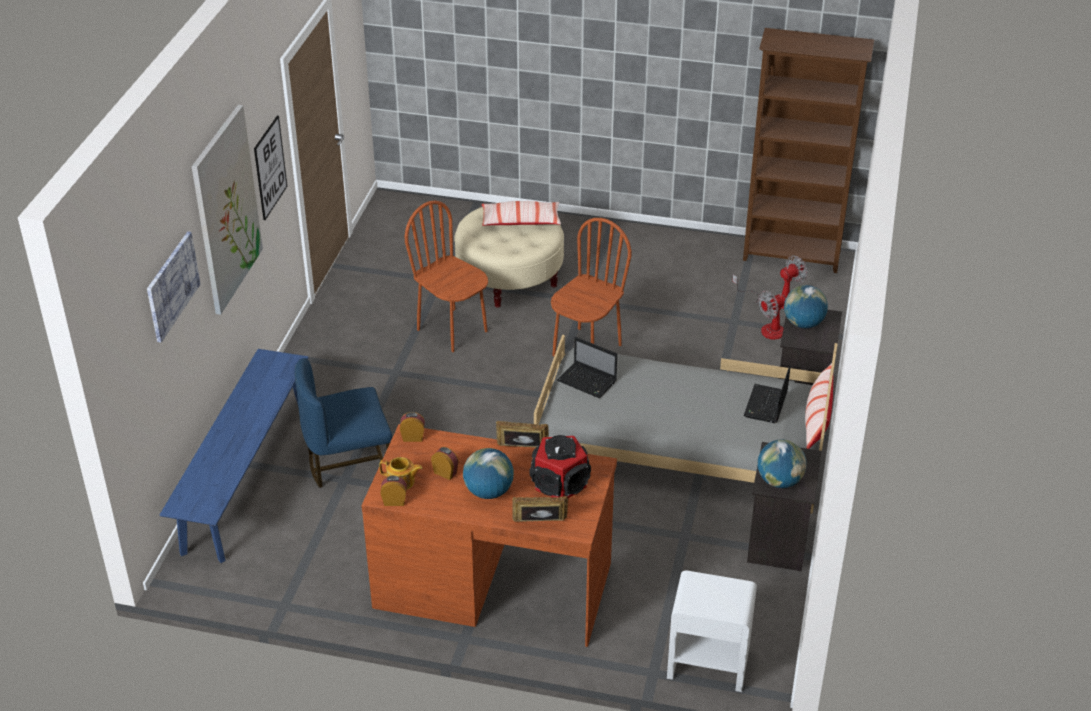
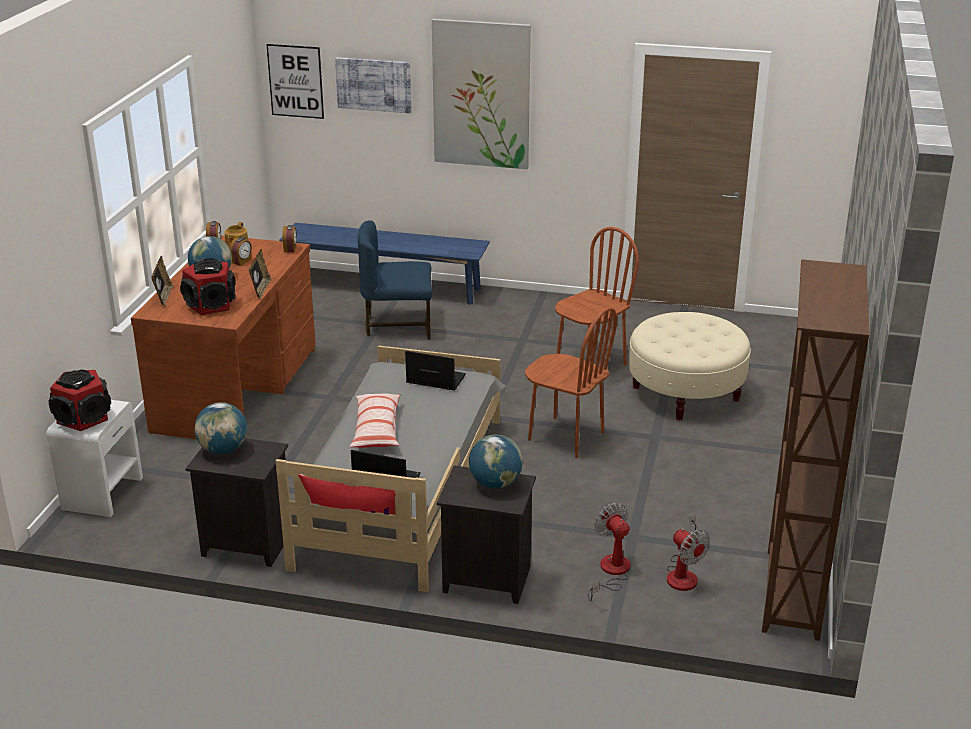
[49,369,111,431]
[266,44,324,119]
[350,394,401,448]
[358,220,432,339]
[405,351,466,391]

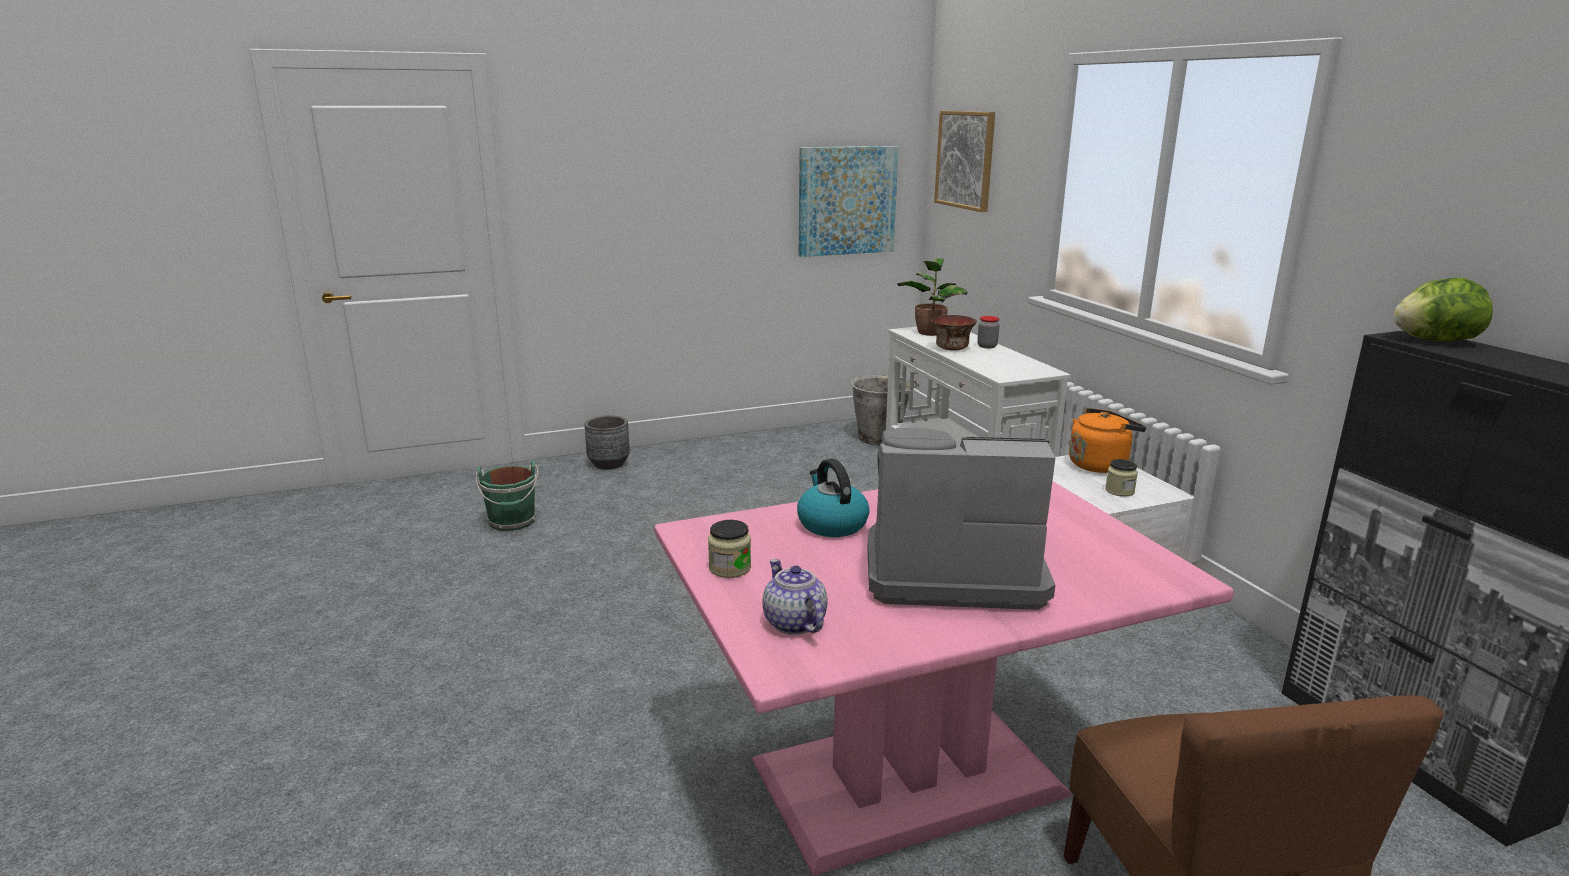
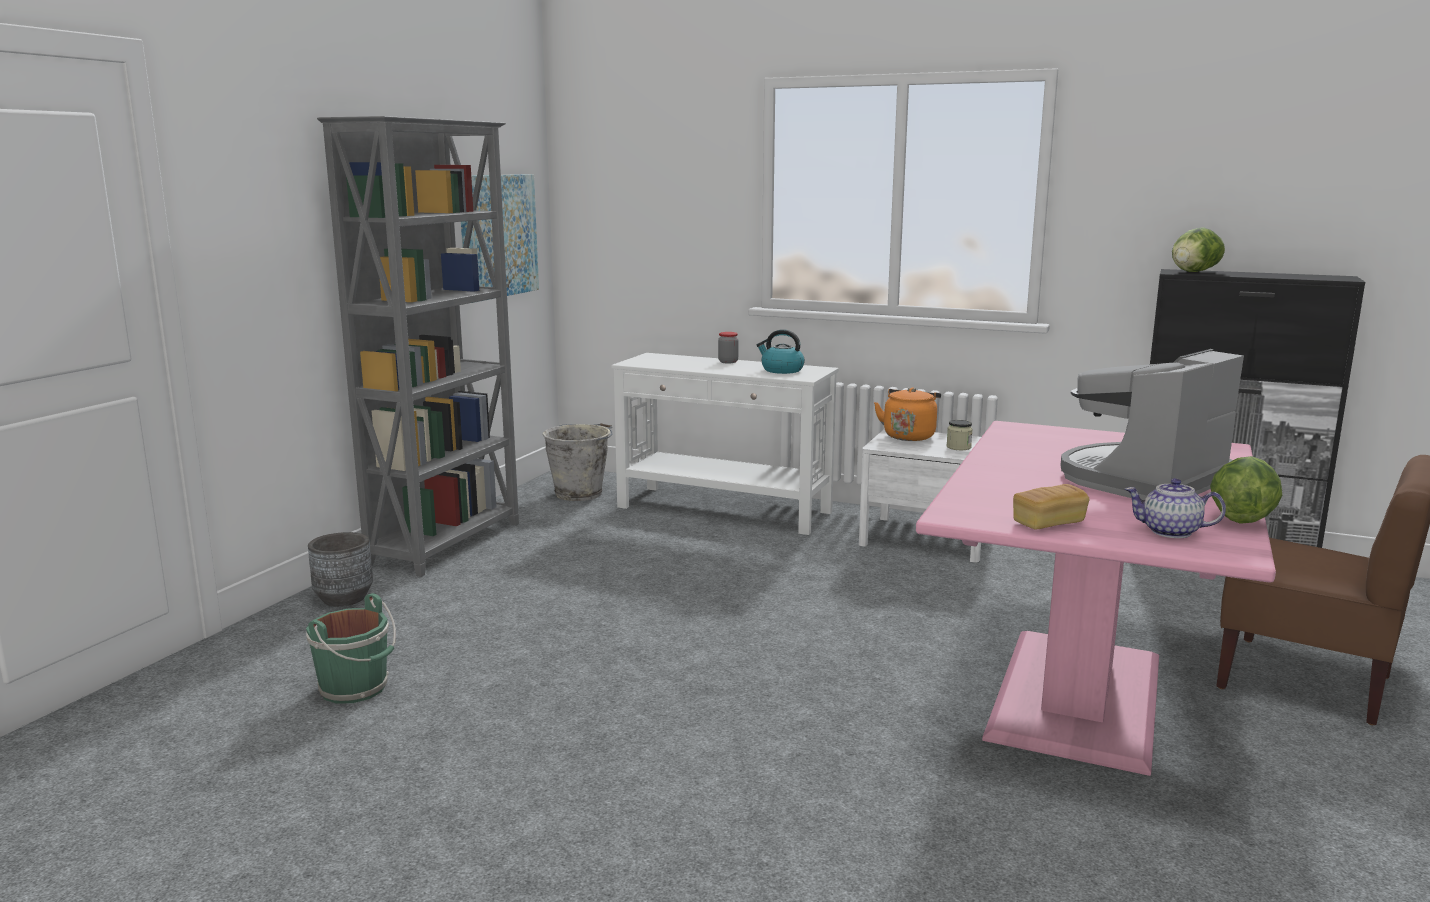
[317,116,519,577]
[756,329,805,374]
[1013,484,1089,529]
[1210,456,1282,524]
[897,258,968,336] (first image)
[931,315,977,351] (first image)
[934,111,995,212] (first image)

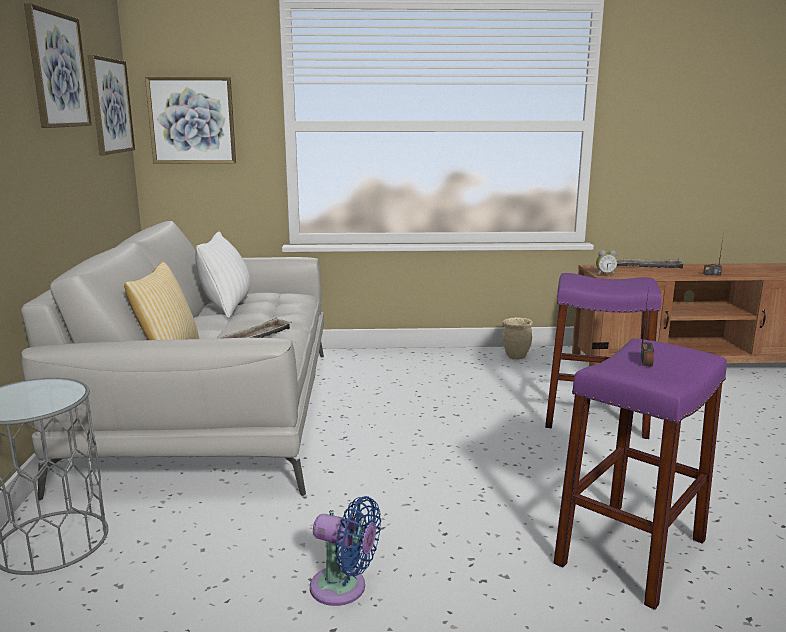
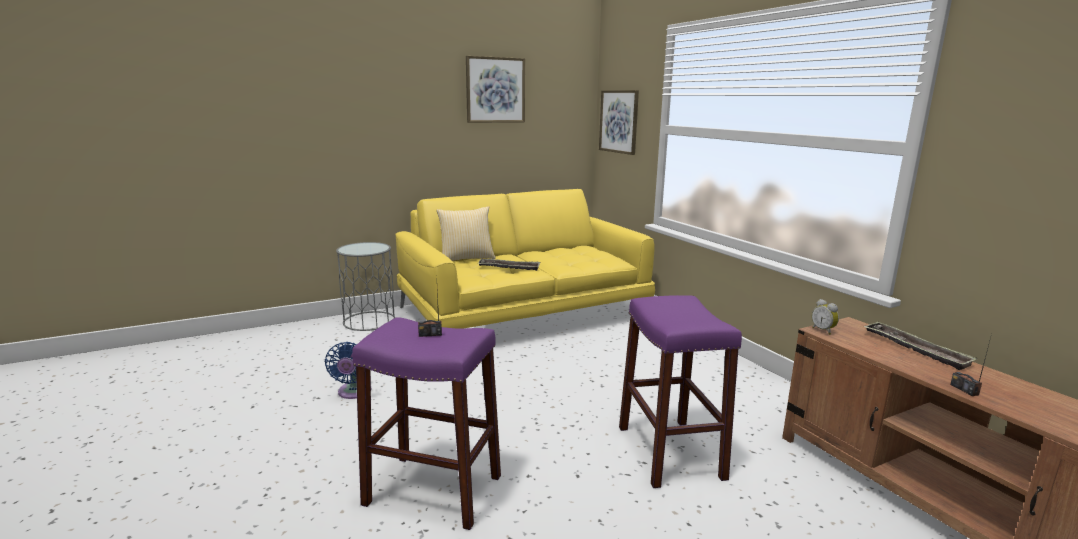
[395,189,655,329]
[88,55,135,155] (first image)
[195,232,250,318] (first image)
[502,317,533,359] (first image)

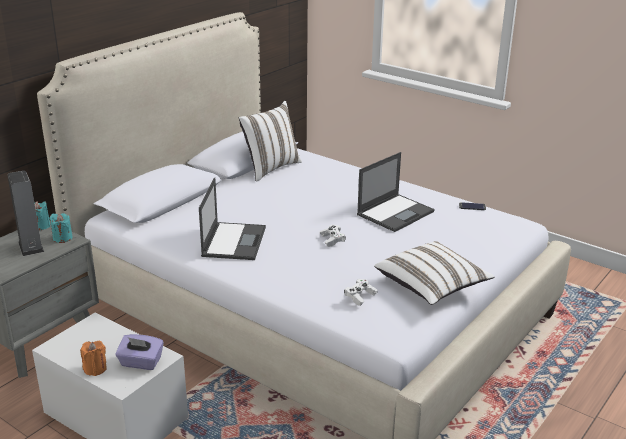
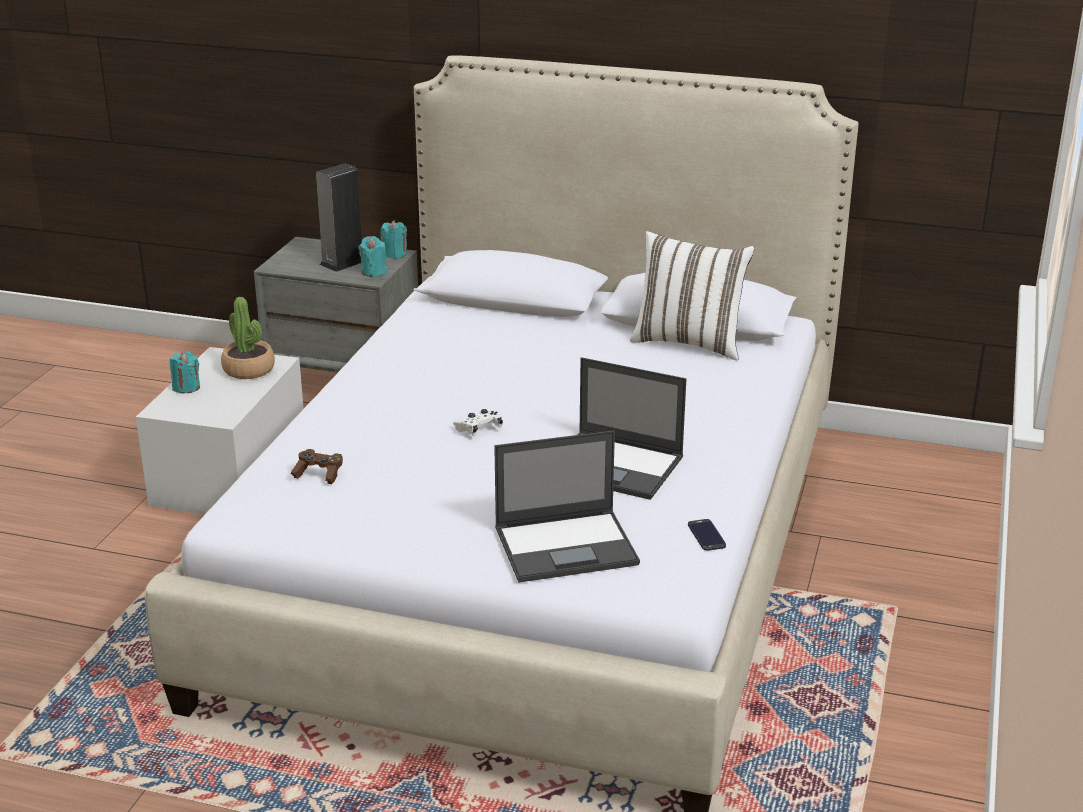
[170,352,200,393]
[221,297,275,379]
[291,449,343,484]
[494,430,640,583]
[115,334,164,370] (first image)
[374,241,495,305] (first image)

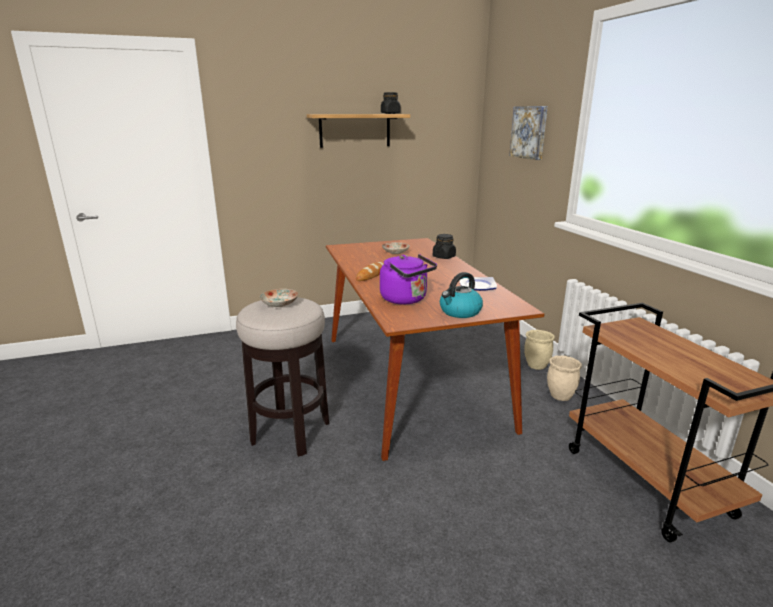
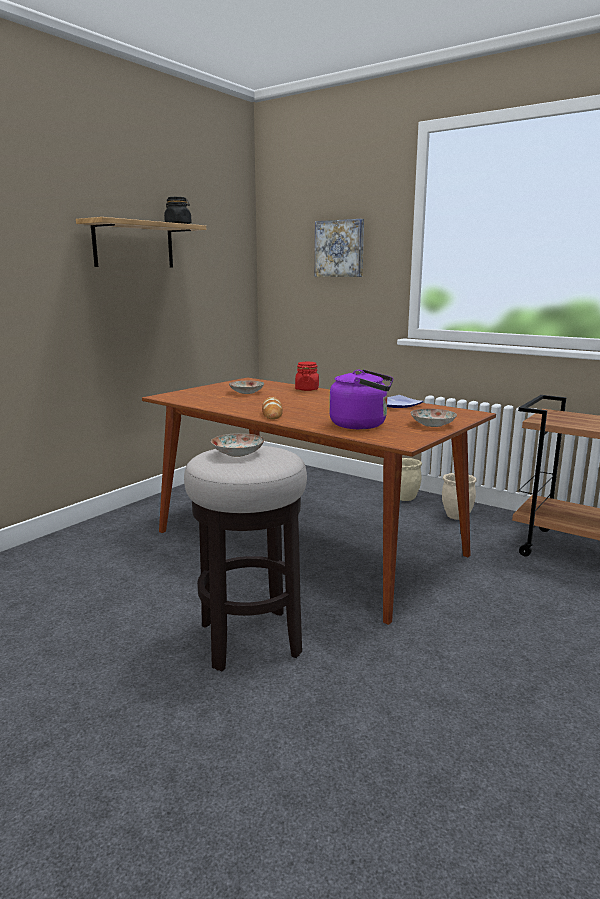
[295,362,319,391]
[410,409,457,427]

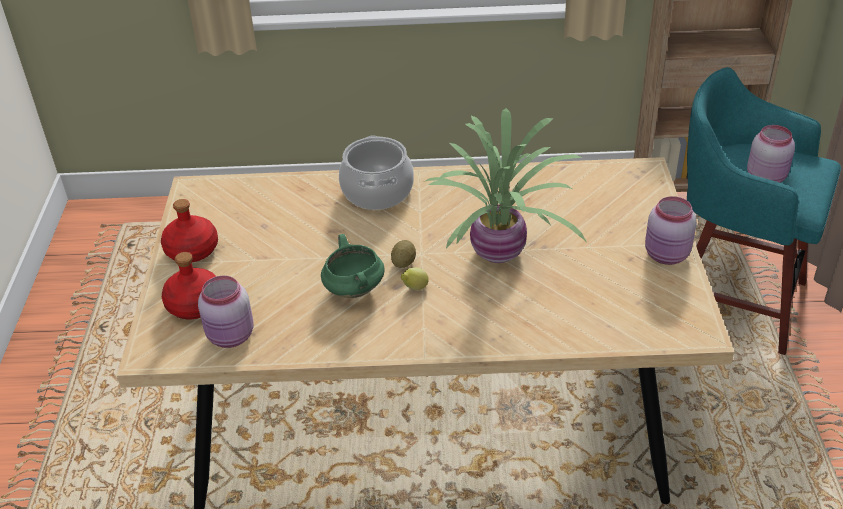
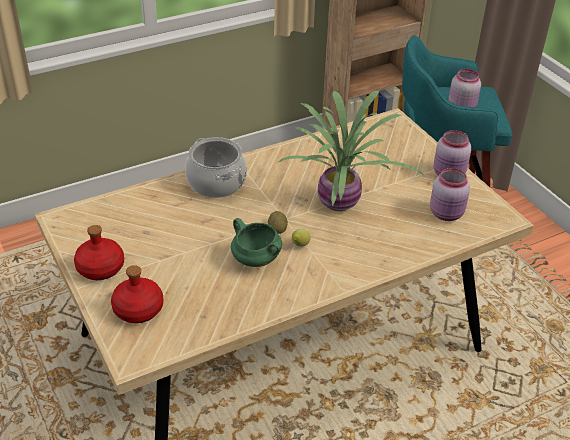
[430,168,470,221]

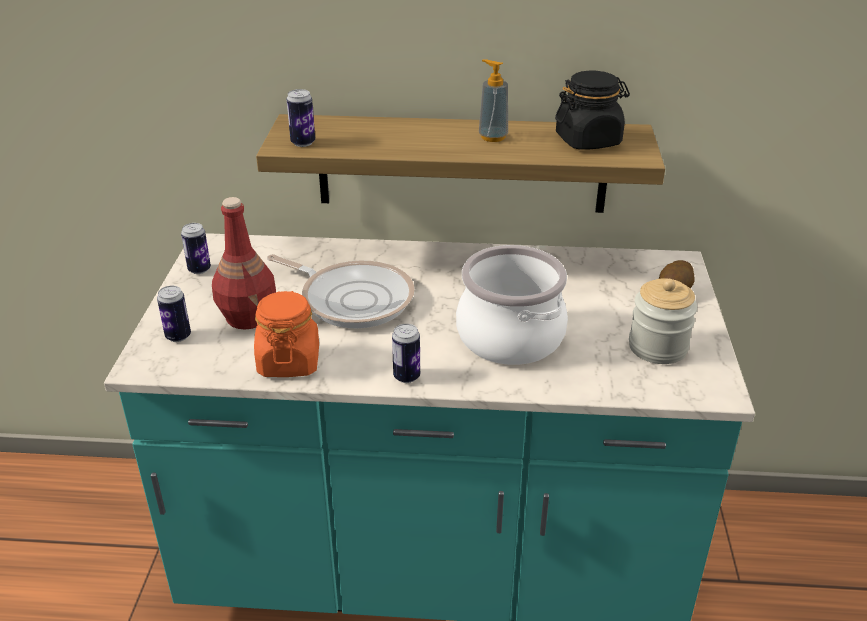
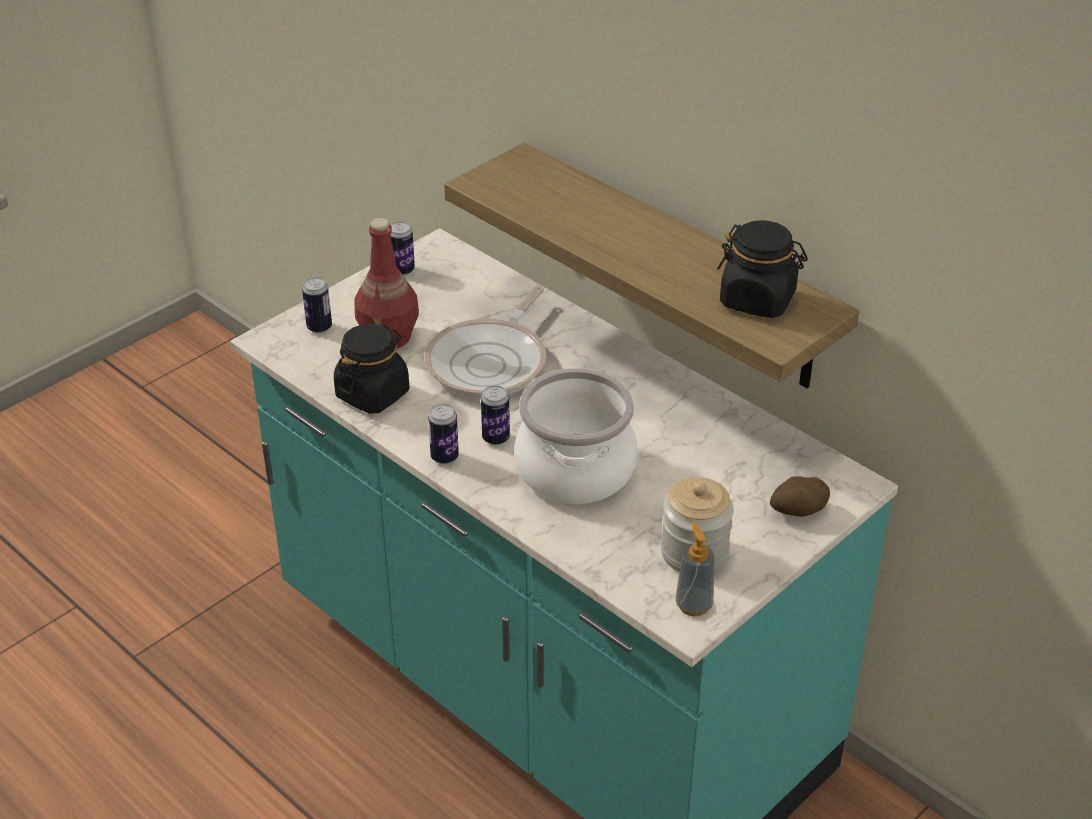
[334,324,409,414]
[424,286,546,399]
[481,386,510,445]
[676,522,715,616]

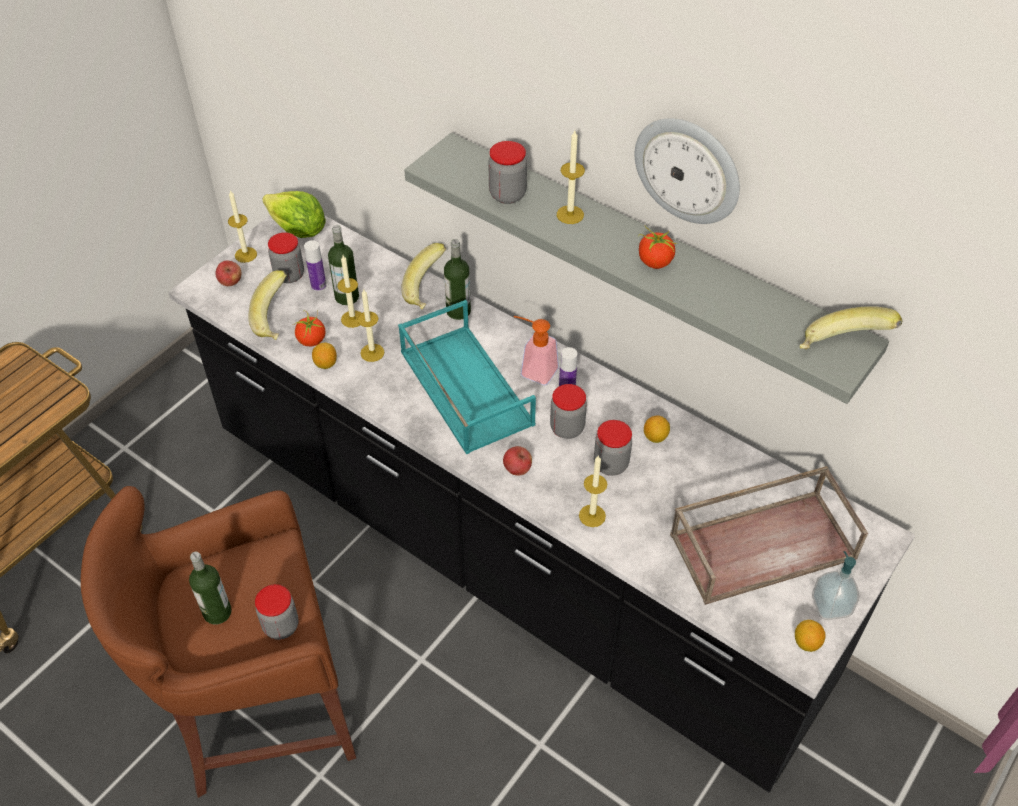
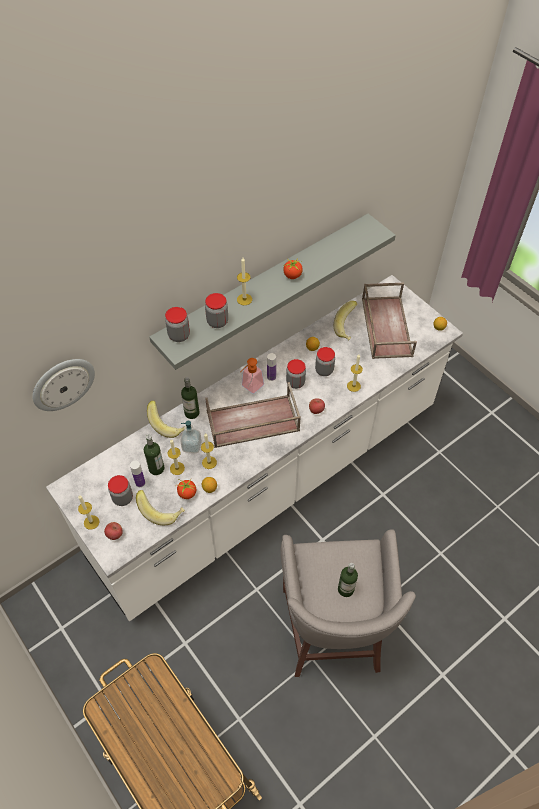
[32,359,95,411]
[46,275,463,621]
[165,307,190,342]
[180,421,202,453]
[205,382,301,448]
[280,529,416,677]
[333,301,357,340]
[262,191,326,238] (first image)

